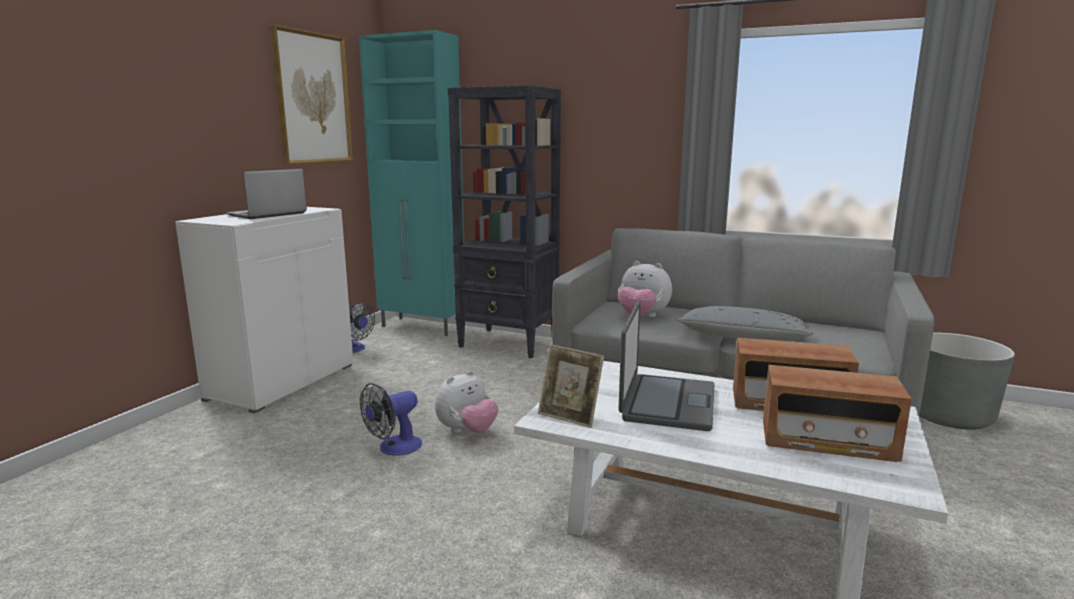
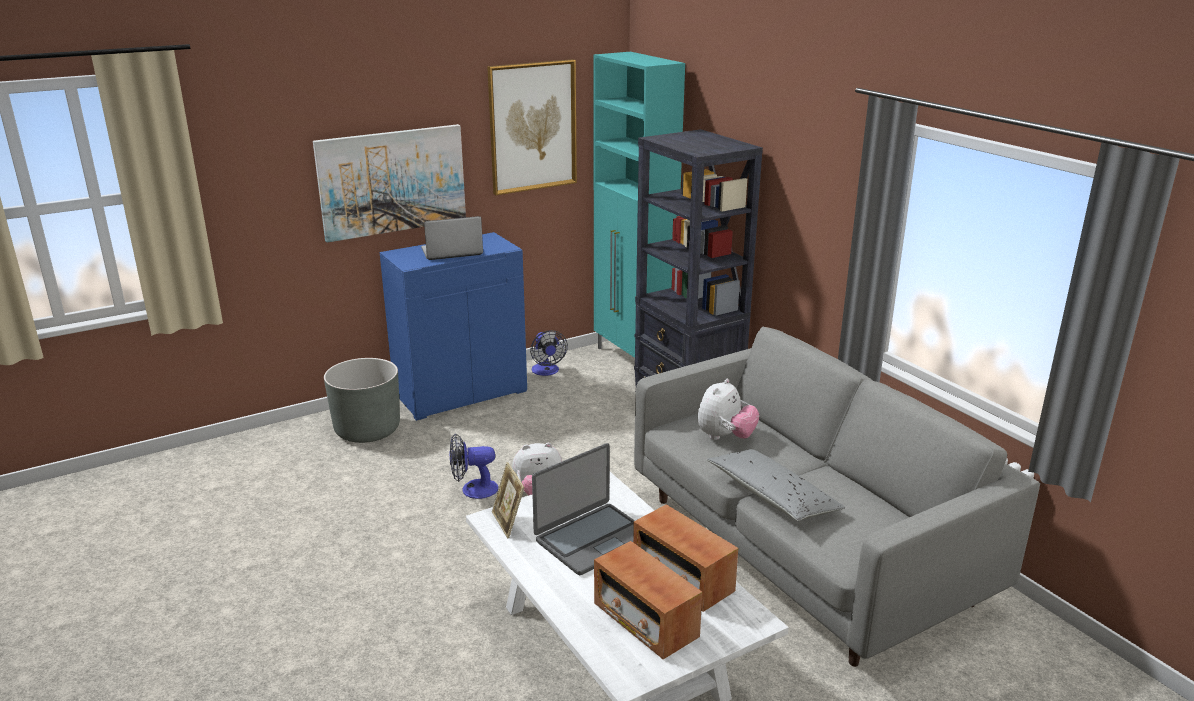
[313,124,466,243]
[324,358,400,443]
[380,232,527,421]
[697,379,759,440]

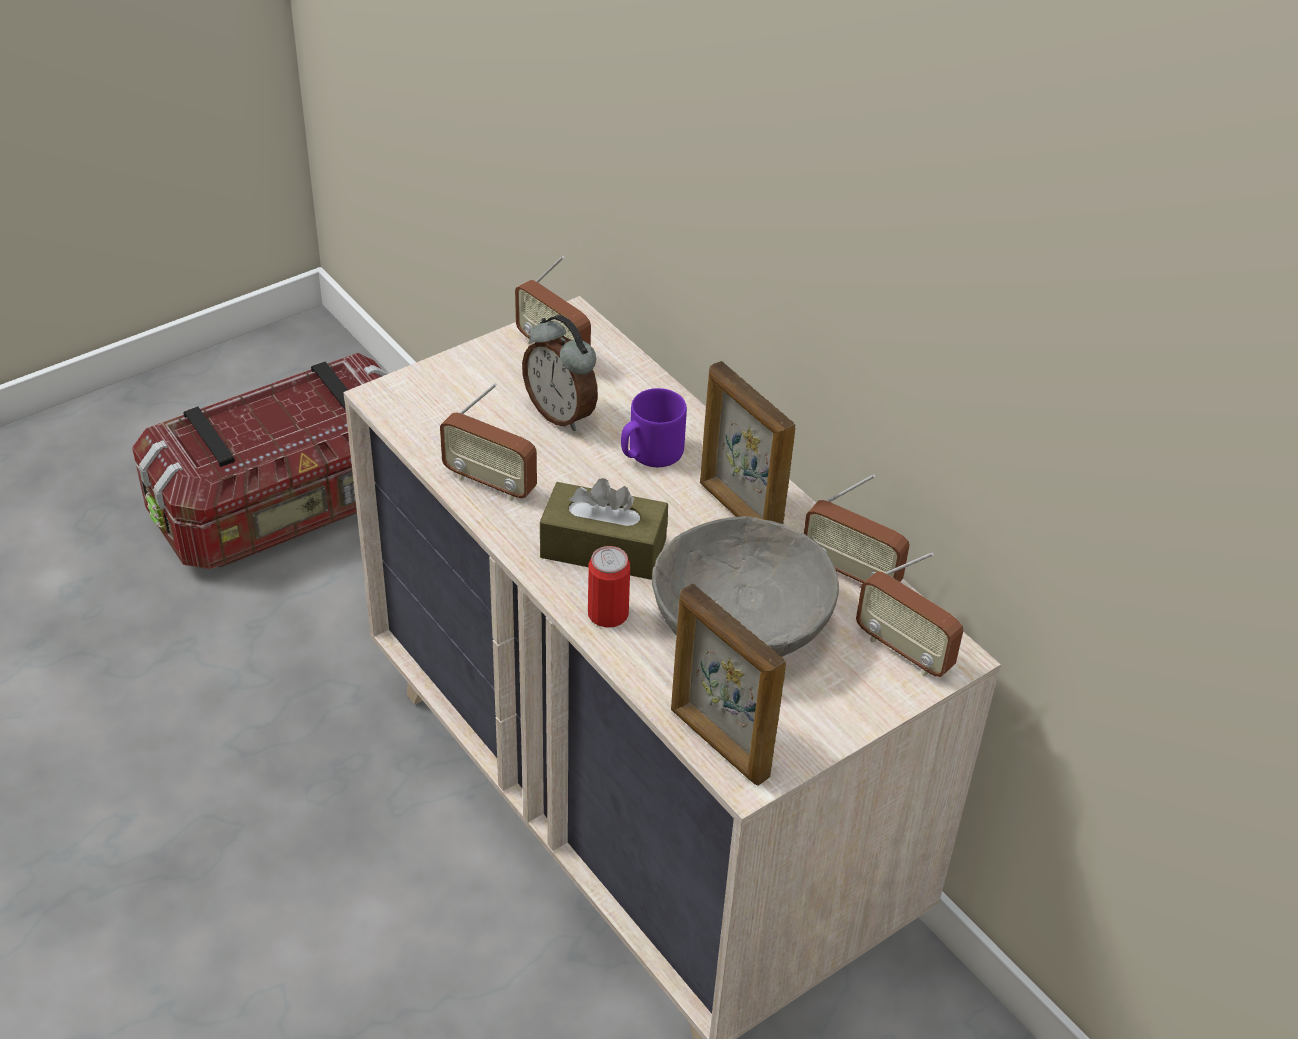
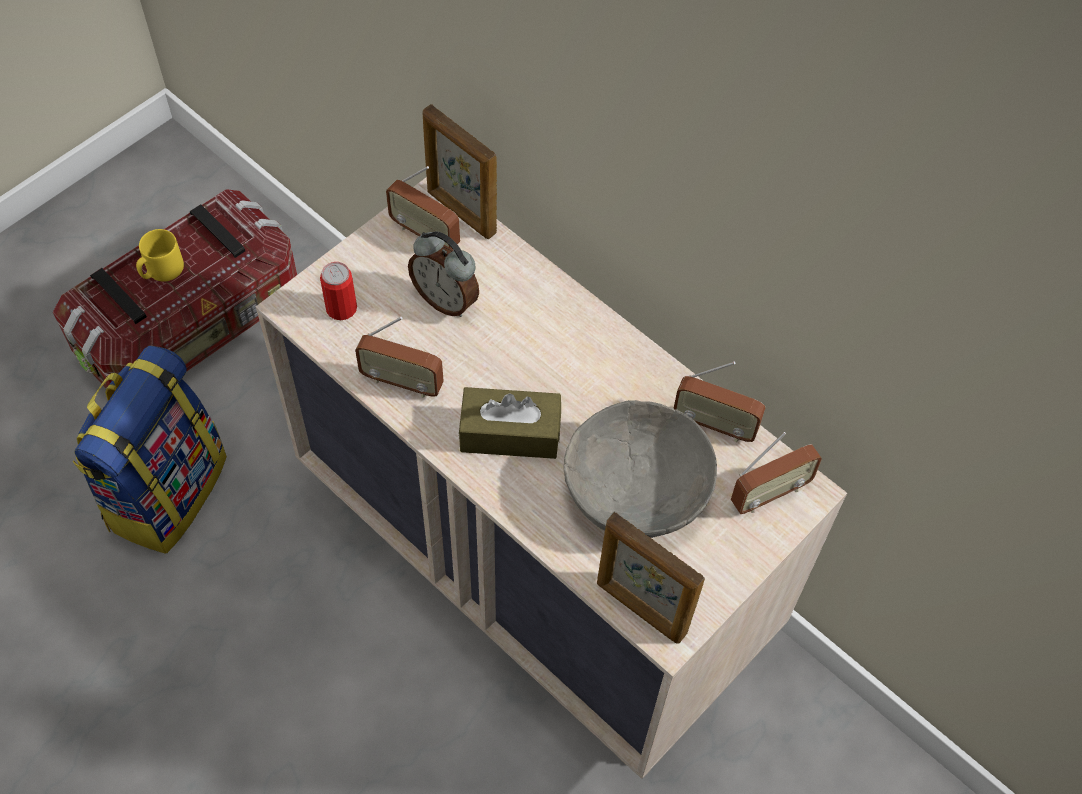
[73,345,227,554]
[136,229,184,282]
[320,262,357,320]
[422,104,497,239]
[731,432,822,514]
[621,388,687,467] (first image)

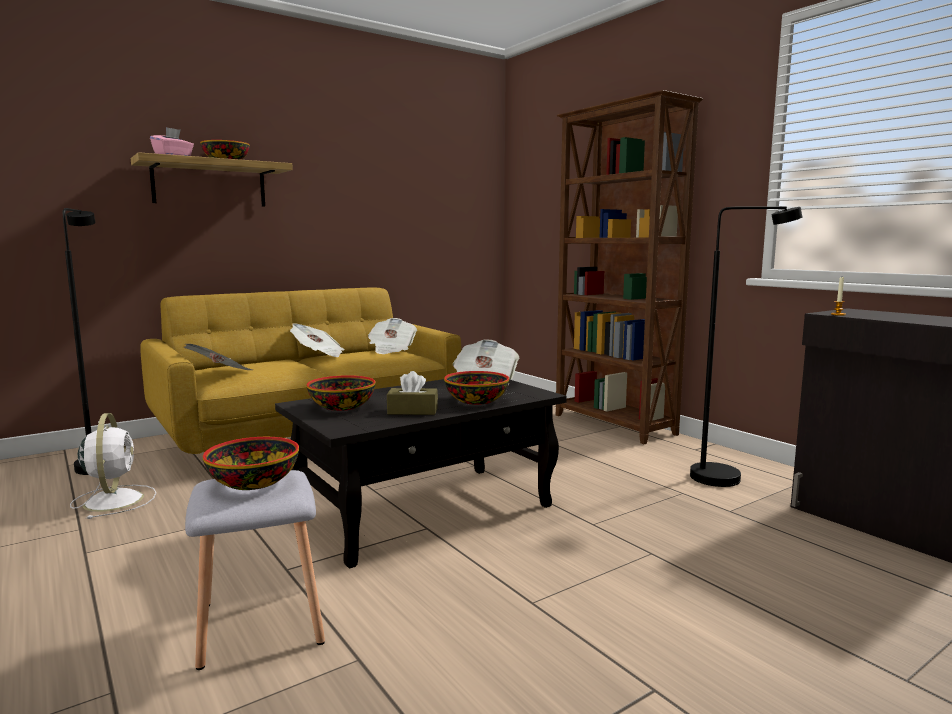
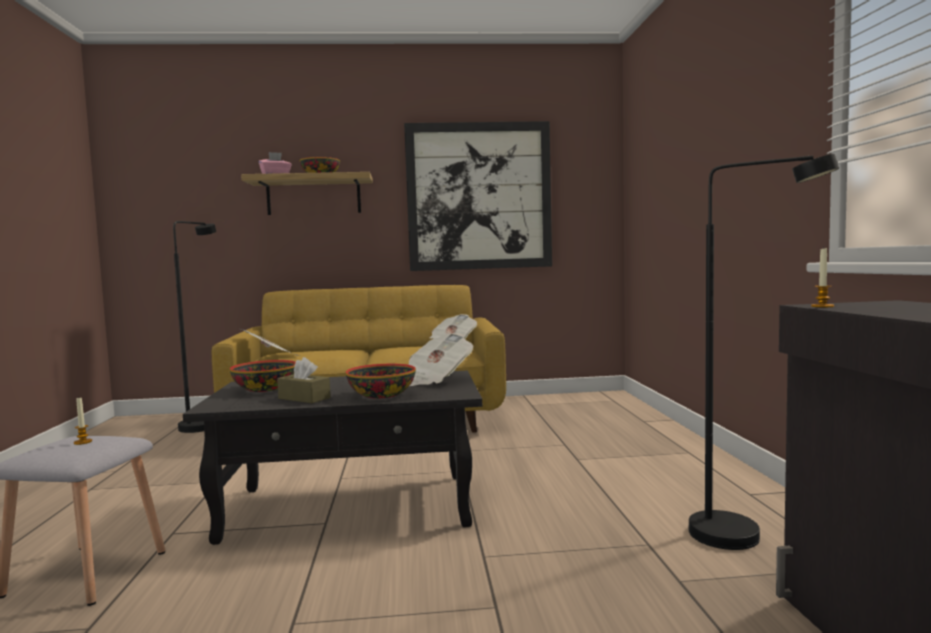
[74,398,92,445]
[404,121,552,271]
[70,413,156,519] (first image)
[290,323,344,357] (first image)
[556,90,703,444] (first image)

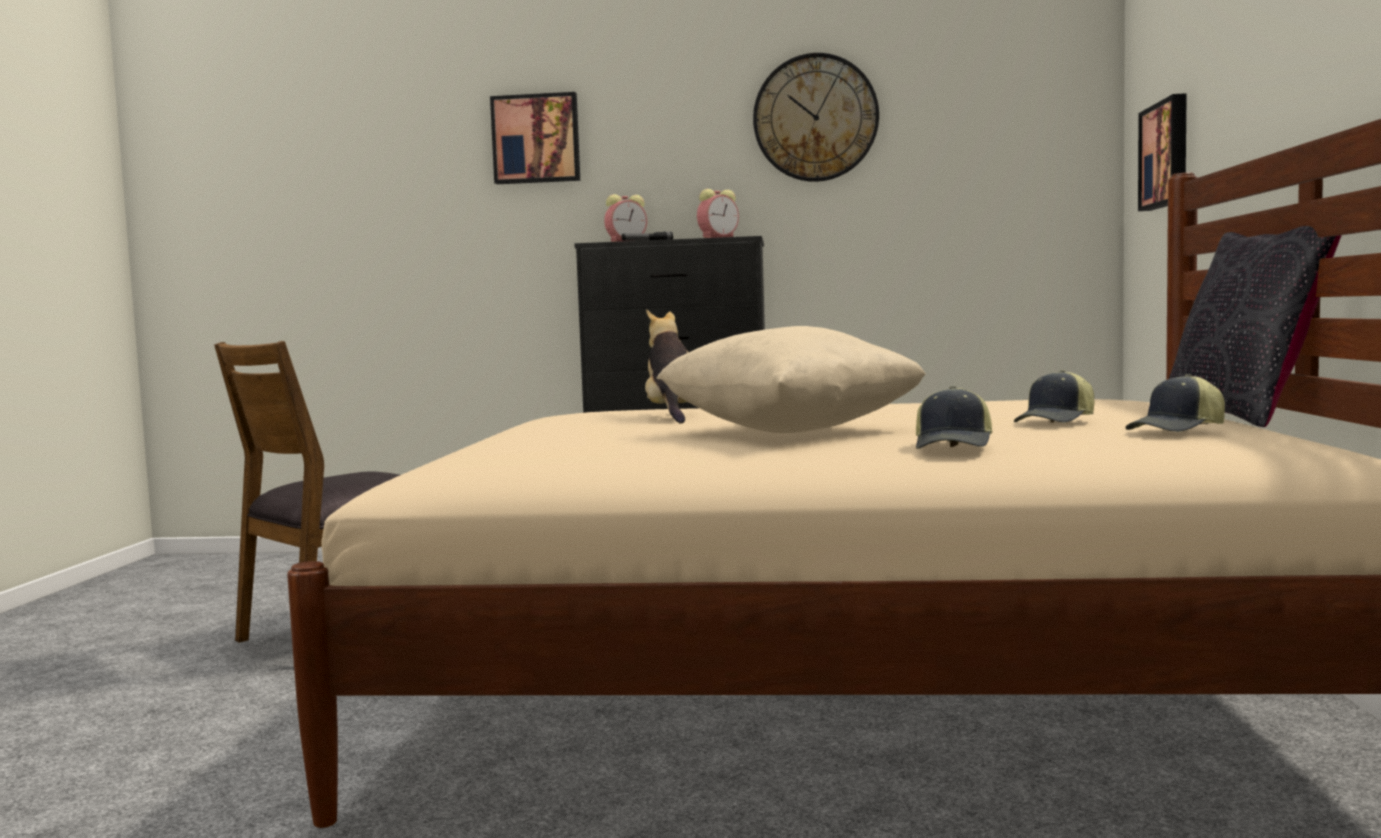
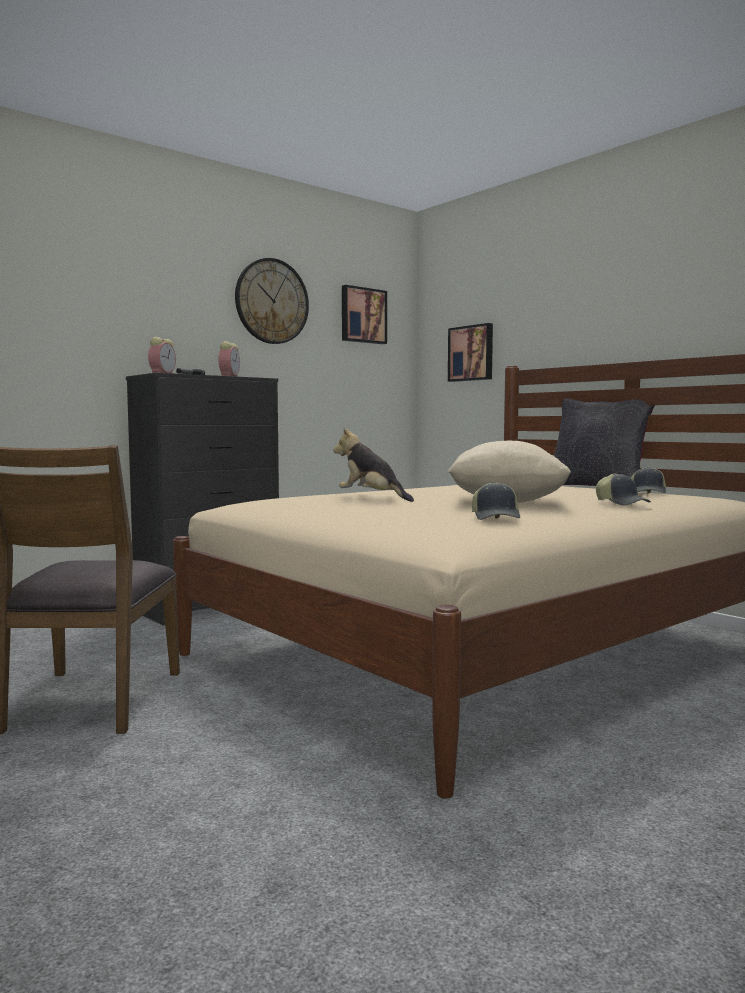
[342,285,387,344]
[472,481,520,520]

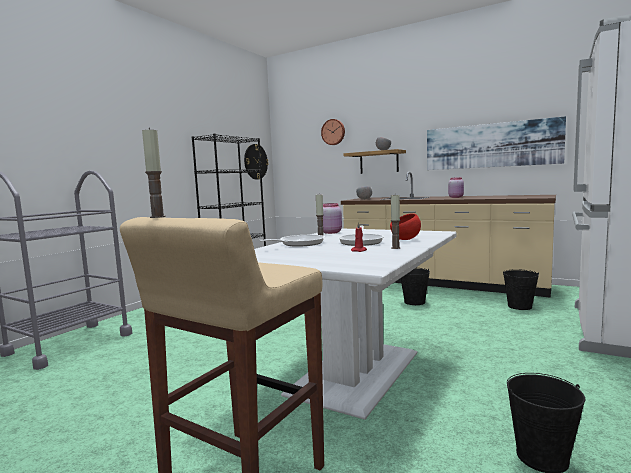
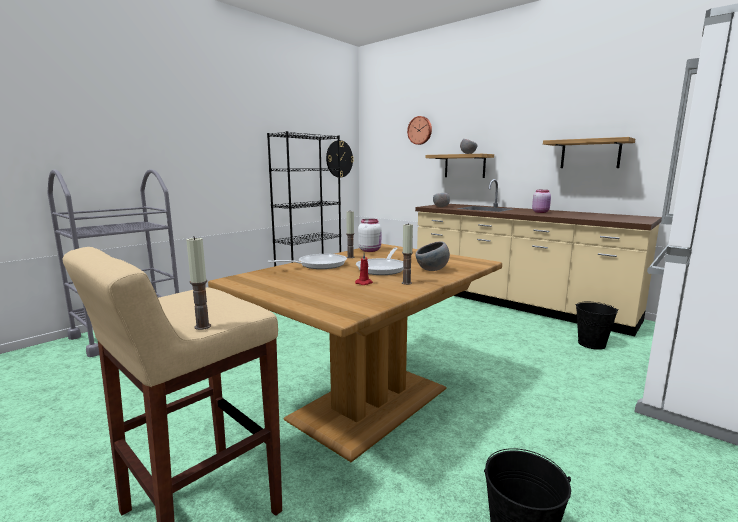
[186,236,211,330]
[208,244,502,462]
[358,219,381,252]
[416,241,450,271]
[543,137,635,168]
[401,268,430,305] (first image)

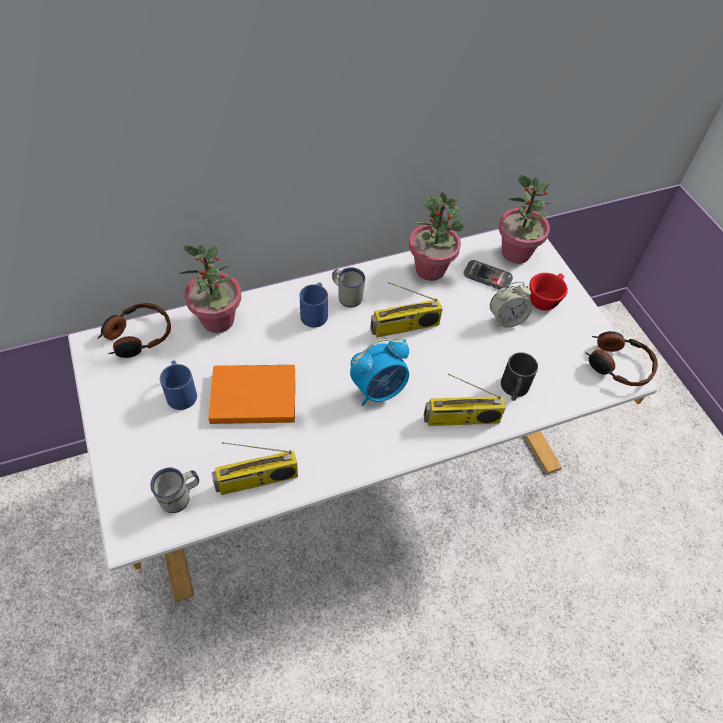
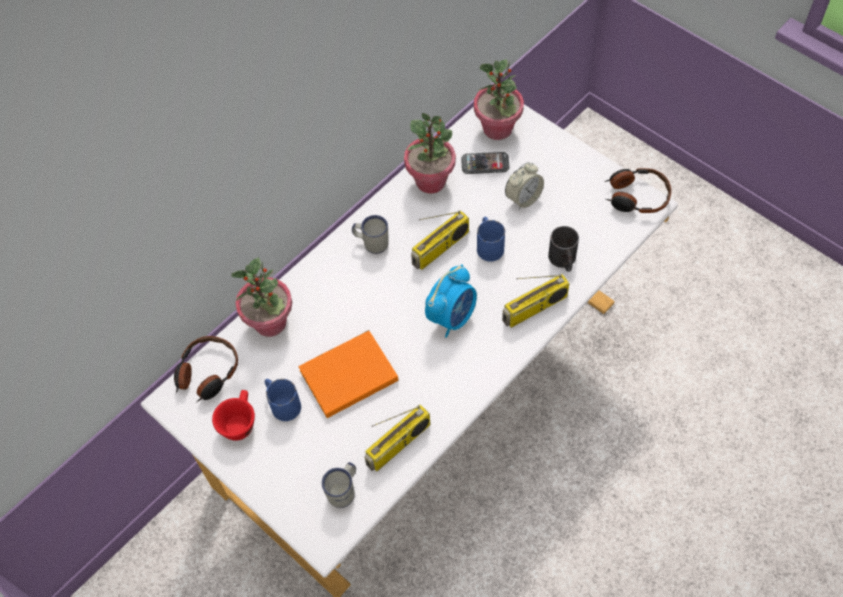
[212,390,255,441]
[477,217,505,262]

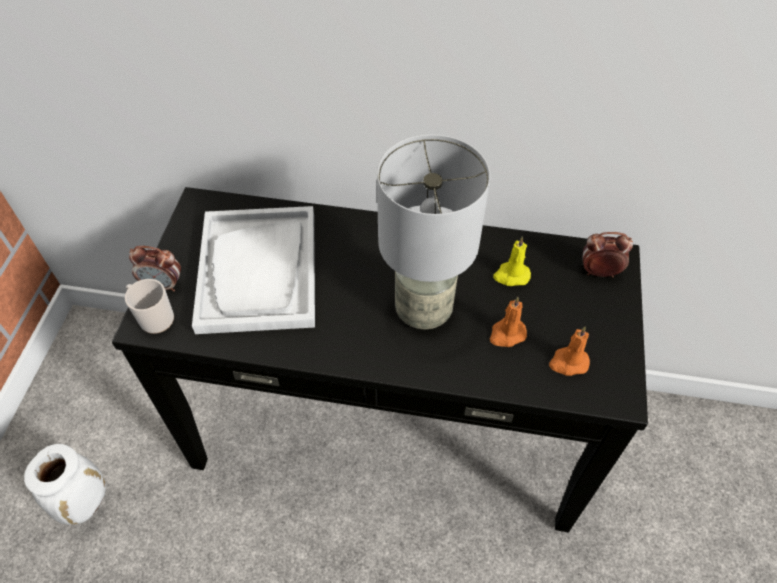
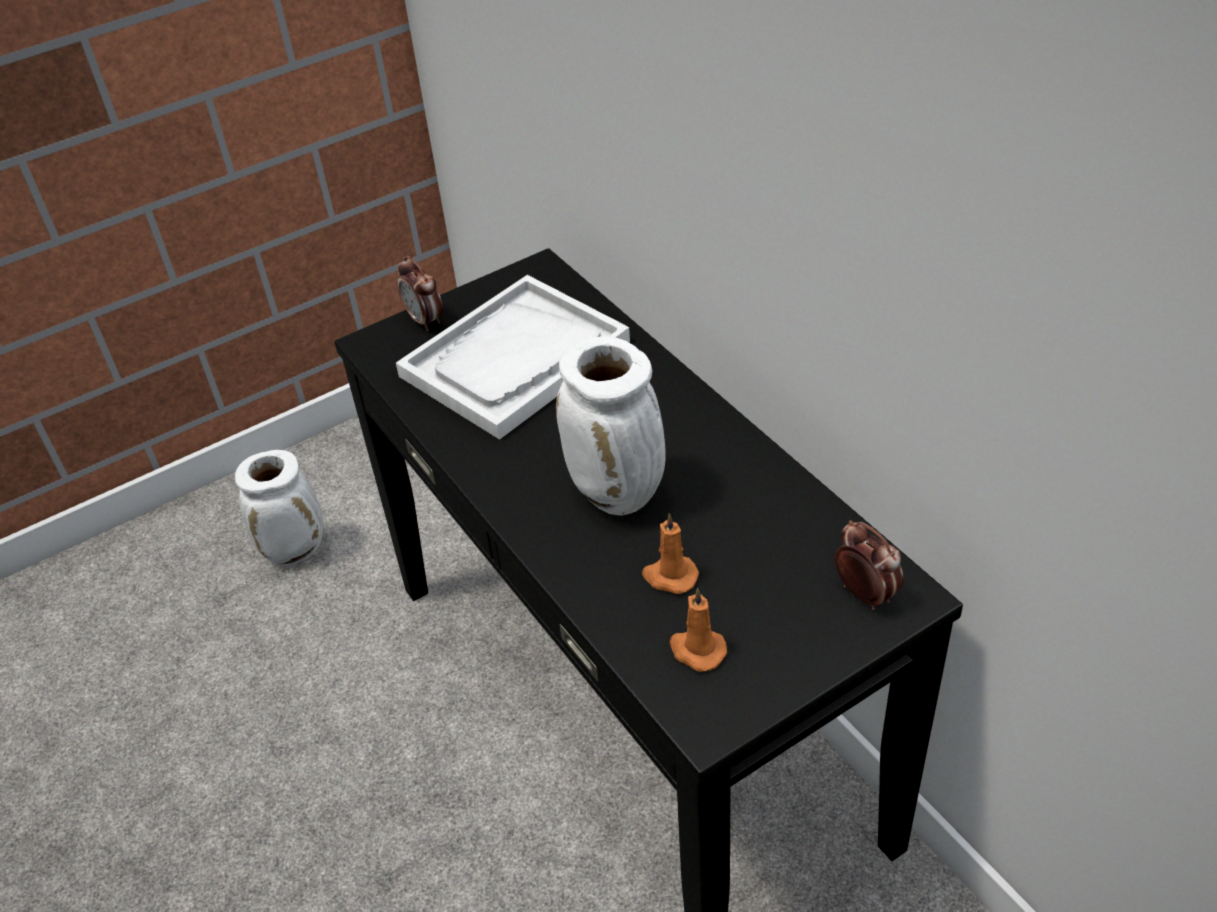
[556,336,666,516]
[125,279,174,334] (first image)
[493,236,531,286] (first image)

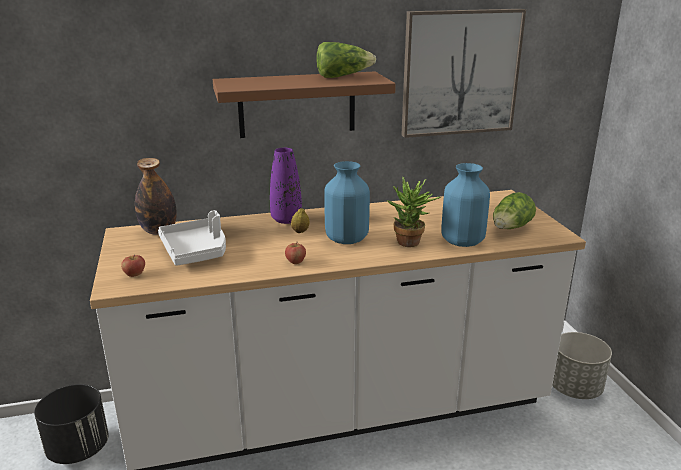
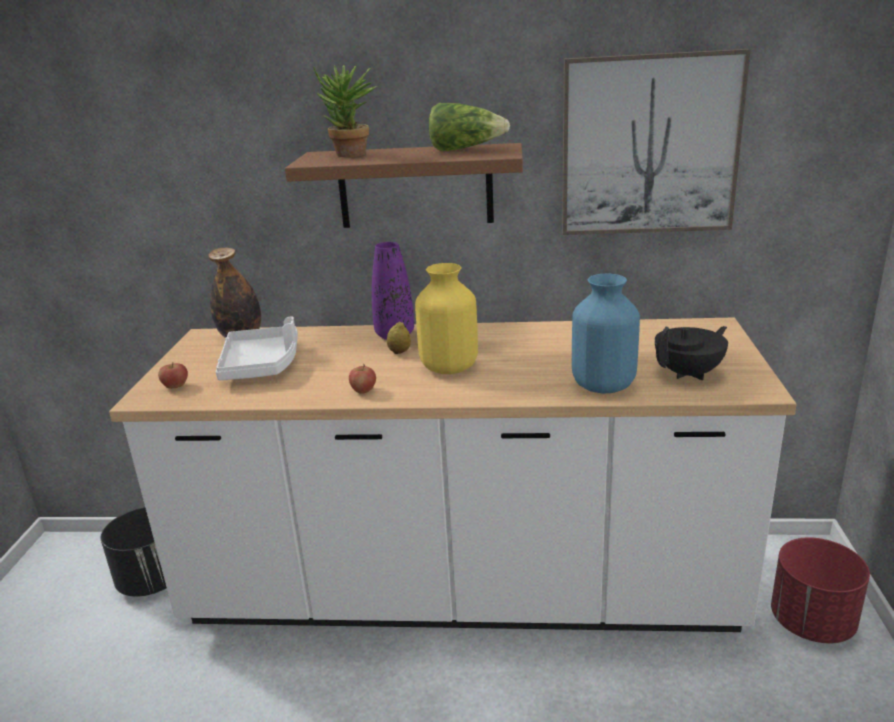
[313,65,377,157]
[415,263,478,374]
[655,326,728,380]
[771,537,870,643]

